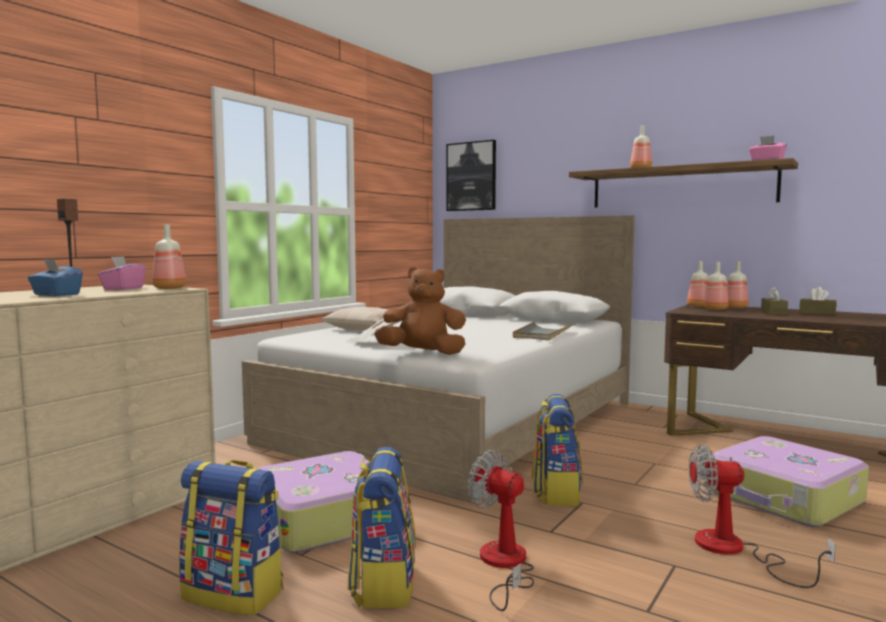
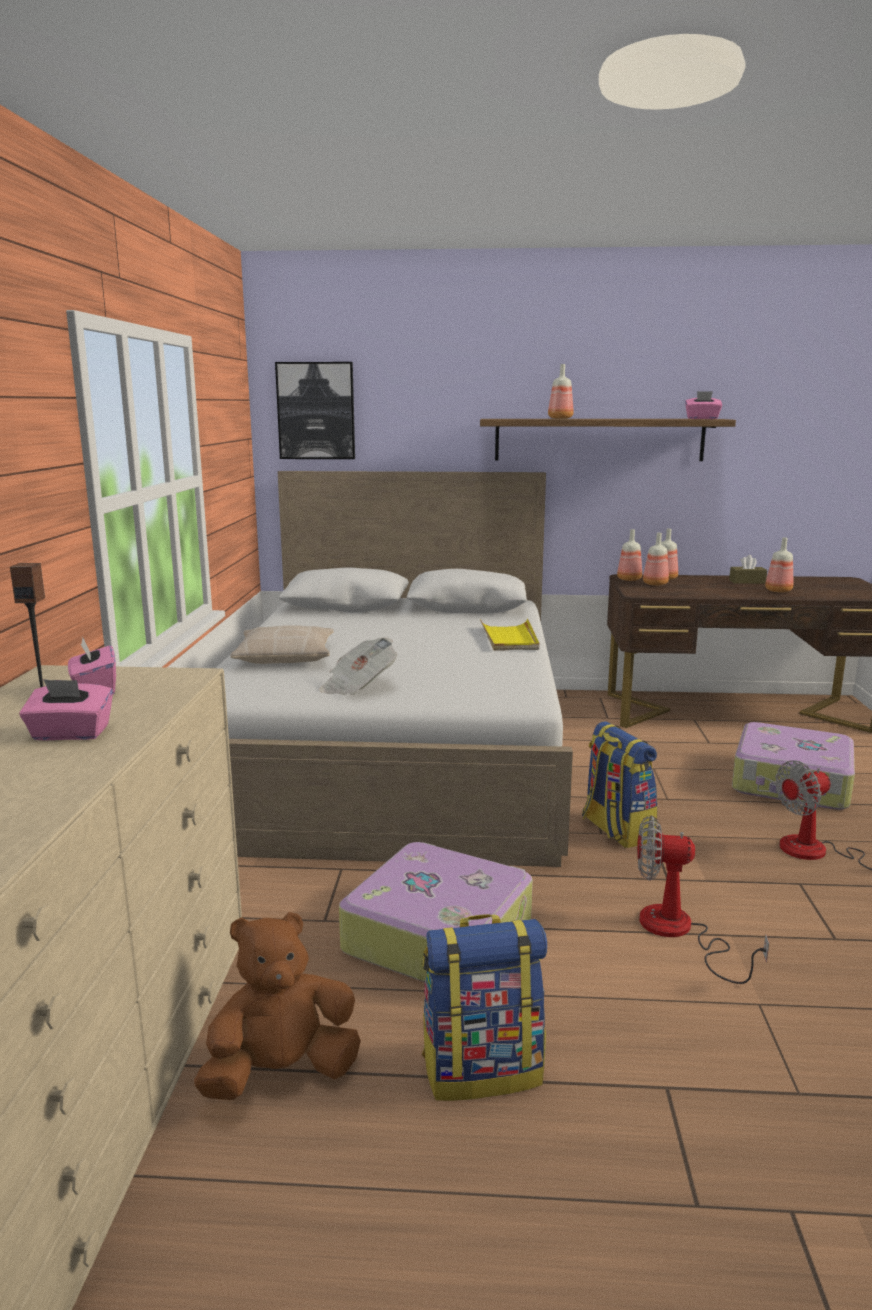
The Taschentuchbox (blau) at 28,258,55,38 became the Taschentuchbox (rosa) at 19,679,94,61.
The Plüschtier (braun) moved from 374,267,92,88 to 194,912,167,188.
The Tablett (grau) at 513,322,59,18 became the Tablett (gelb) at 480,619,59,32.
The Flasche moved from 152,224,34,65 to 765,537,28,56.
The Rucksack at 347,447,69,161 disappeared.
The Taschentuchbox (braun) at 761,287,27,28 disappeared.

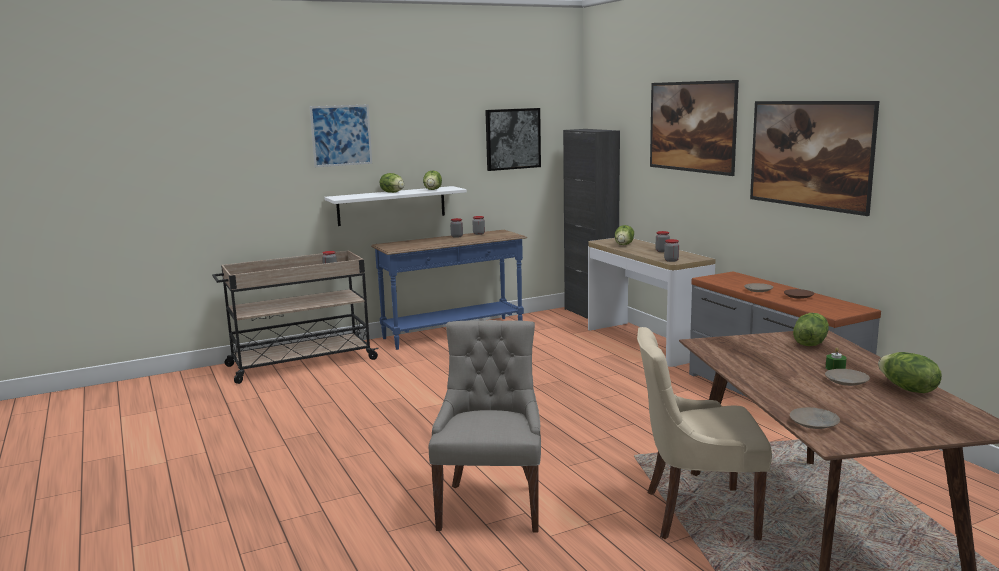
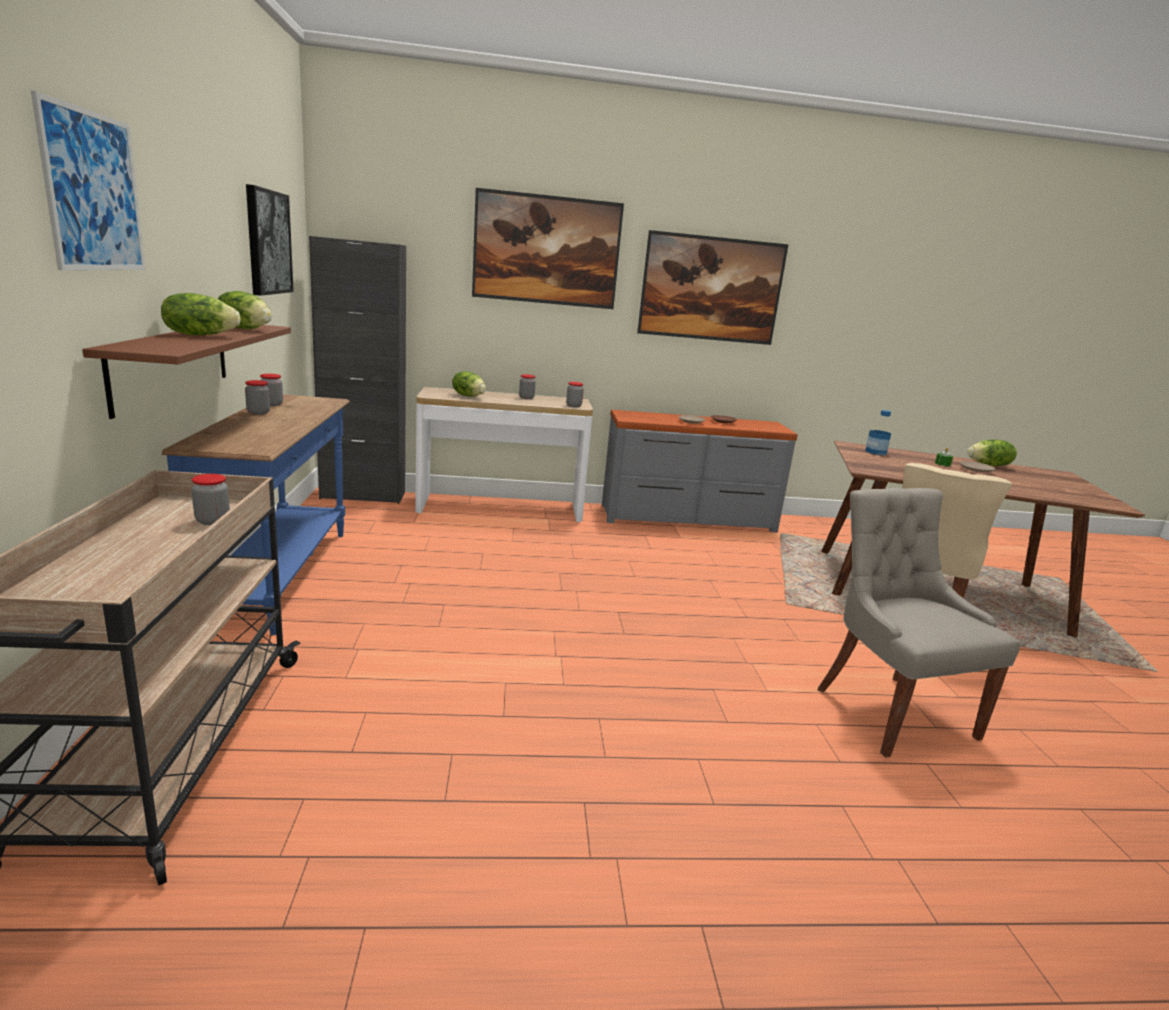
The Wandregal (weiß) at 324,186,143,40 became the Wandregal (braun) at 82,325,209,94.
The Stuhl (grau) at 429,320,112,213 turned 45 degrees clockwise.
The Salatkopf at 793,313,36,33 was replaced by the Flasche at 865,410,26,45.
The Teller (beige) at 790,407,50,22 disappeared.

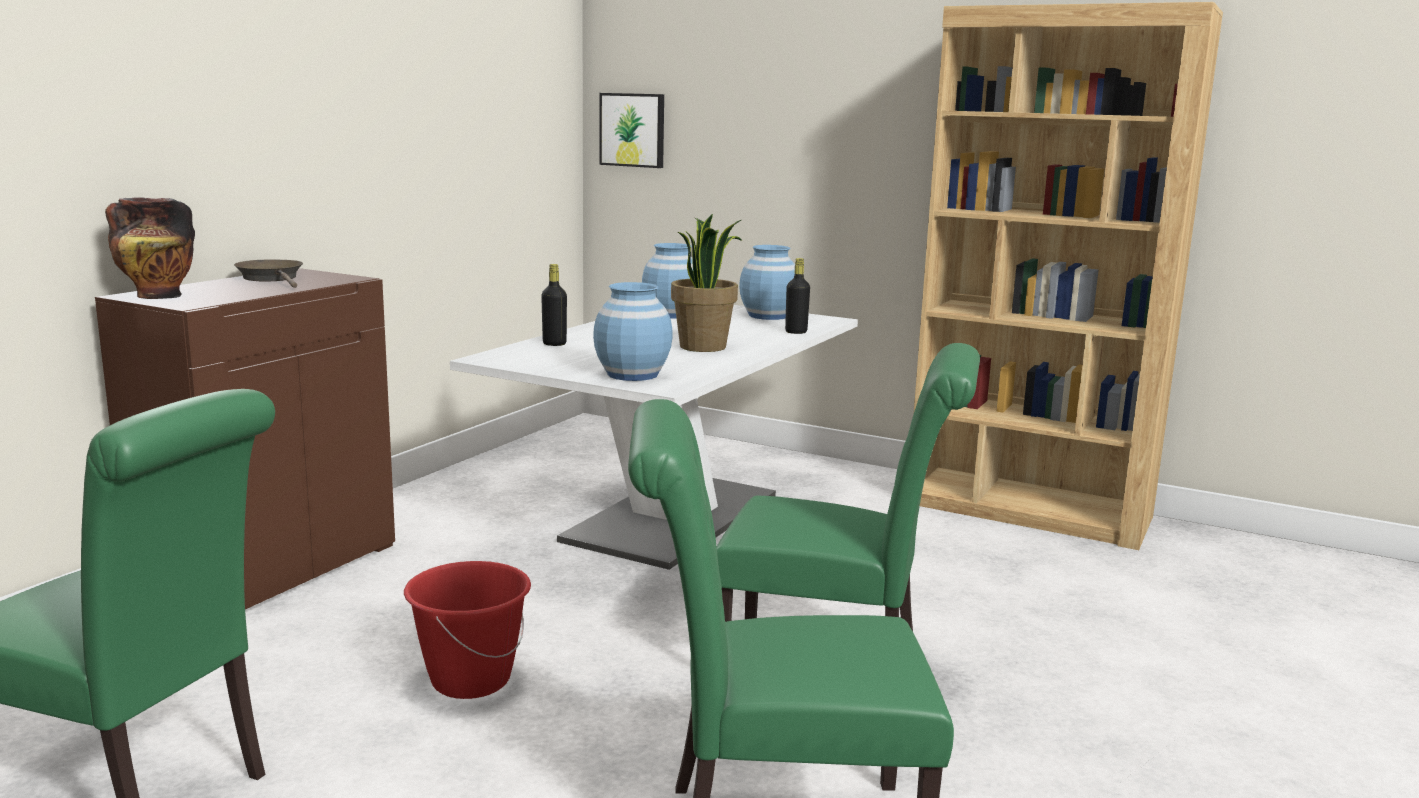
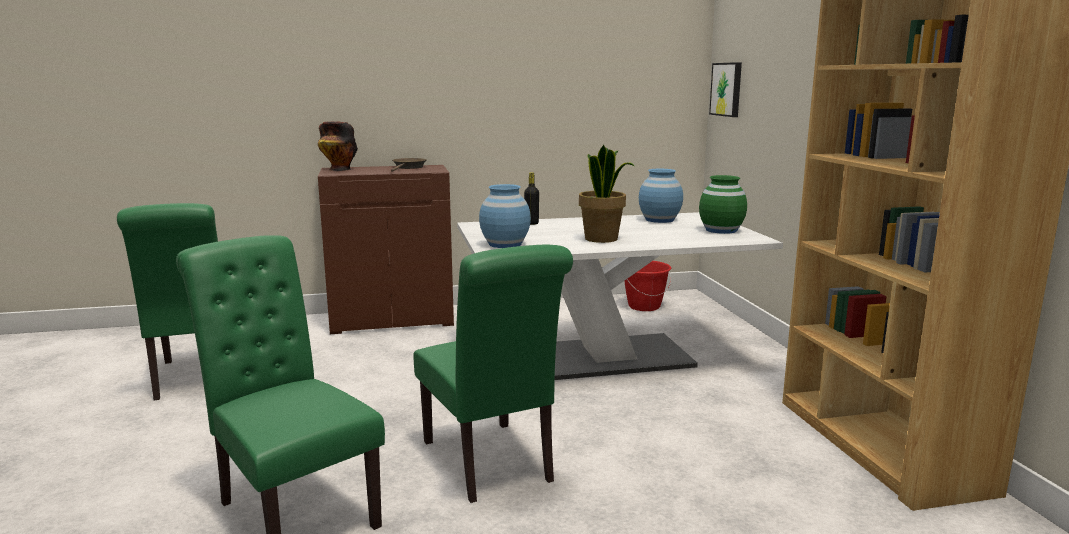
The Eimer (rot) moved from 404,561,127,138 to 625,261,46,50.
The Vase (blau) at 739,245,56,75 became the Vase (grün) at 699,175,48,59.
The Flasche (schwarz) at 785,258,25,76 disappeared.

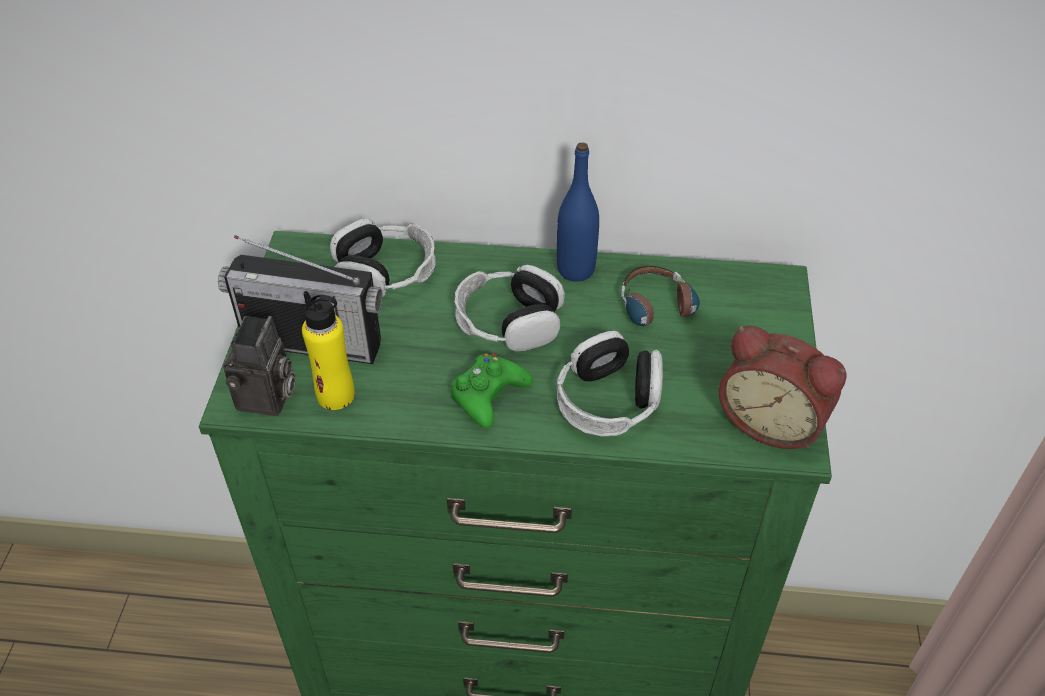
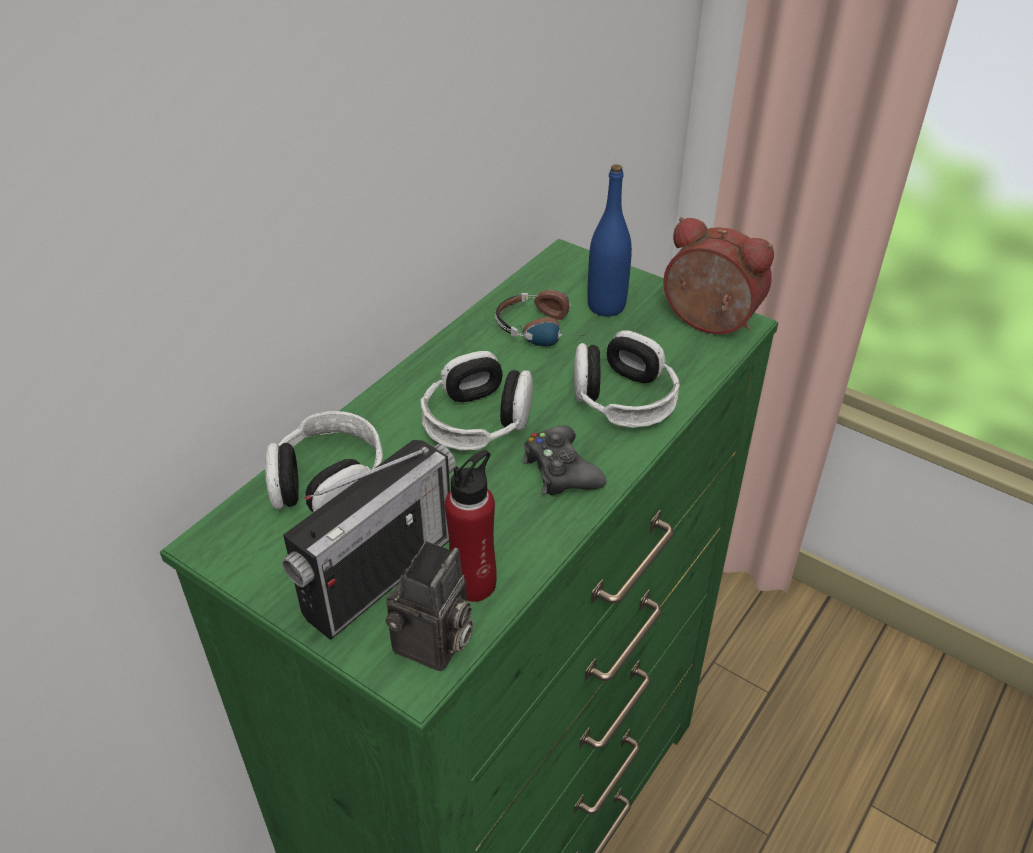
The Kamera at 223,316,73,100 turned 75 degrees clockwise.
The Flasche (gelb) at 302,291,53,119 became the Flasche (rot) at 445,450,52,152.
The Gamepad (grün) at 451,353,82,75 became the Gamepad (schwarz) at 522,425,85,70.
The Flasche (blau) moved from 557,142,42,140 to 588,164,44,152.
The Wecker at 719,326,127,123 turned 120 degrees counterclockwise.

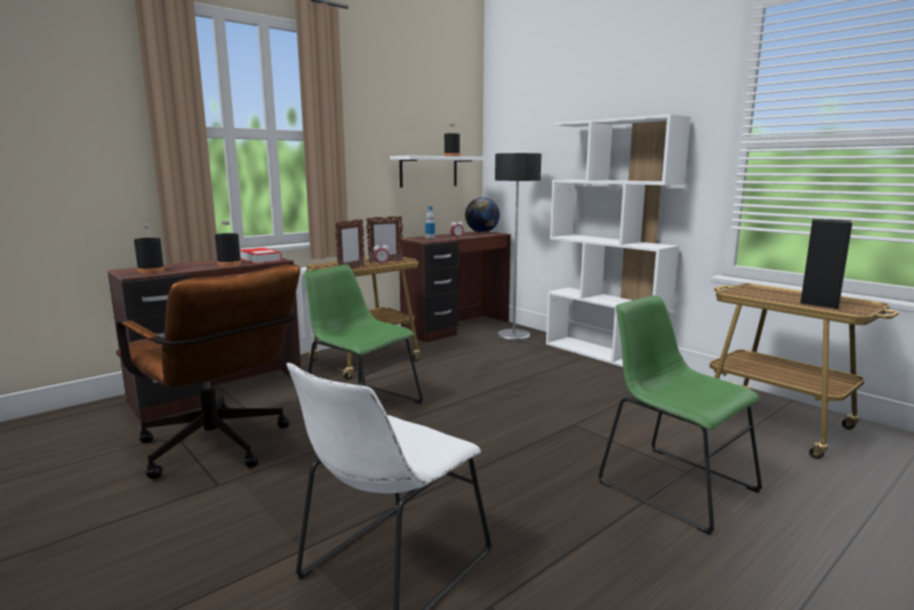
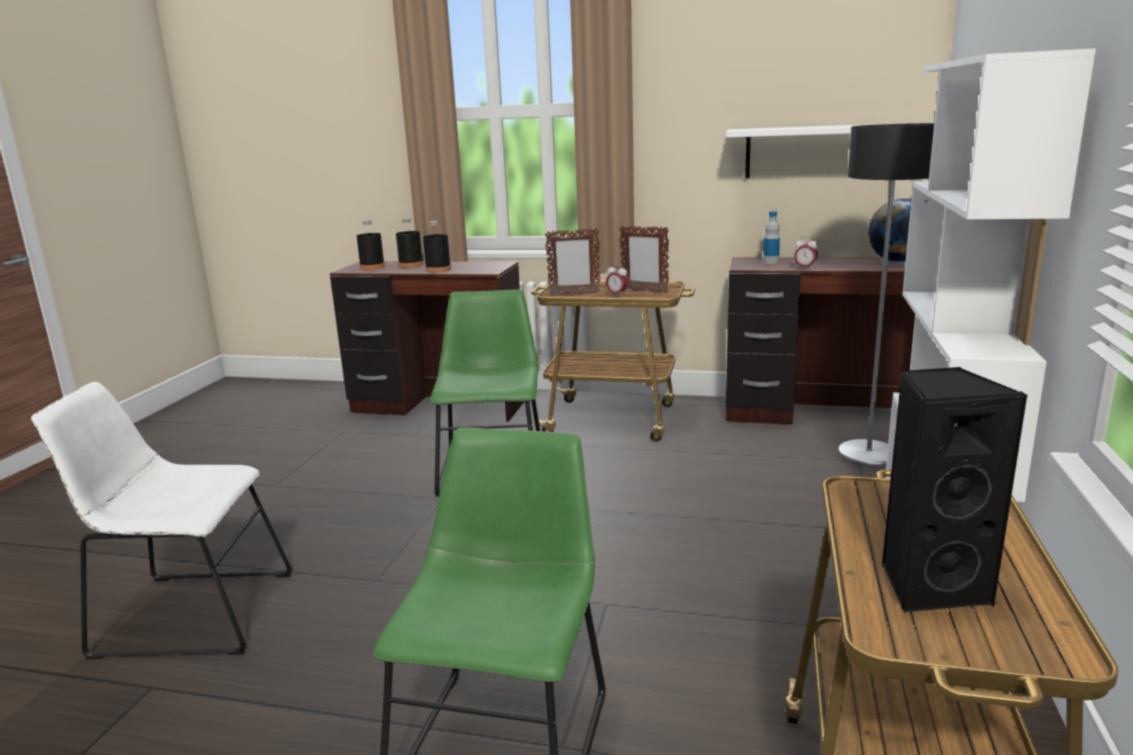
The Flasche (schwarz) moved from 444,124,16,32 to 396,218,27,50.
The Bürostuhl (braun) at 116,264,184,215 disappeared.
The Buch at 240,248,42,16 disappeared.

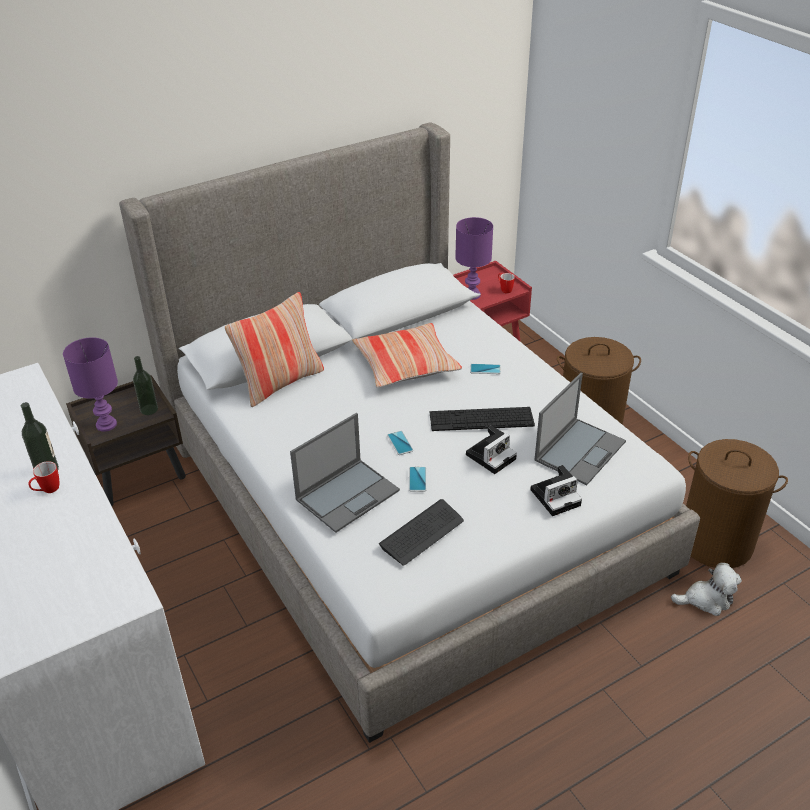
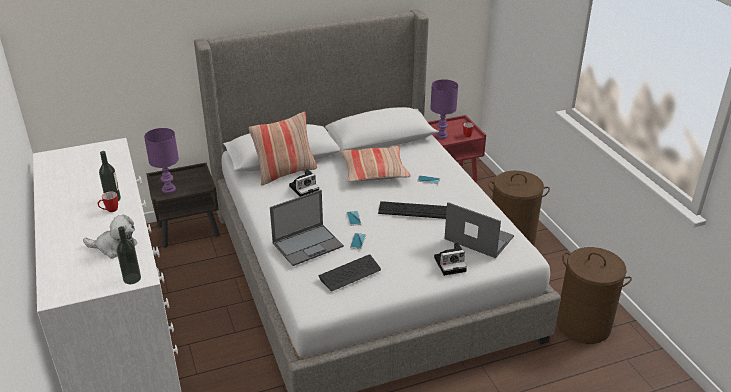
The Plüschtier moved from 671,563,71,53 to 83,215,54,43.
The Flasche moved from 133,356,25,59 to 117,226,24,58.
The Kamera moved from 466,425,51,49 to 289,169,30,28.
The Laptop at 534,373,92,112 turned 105 degrees counterclockwise.

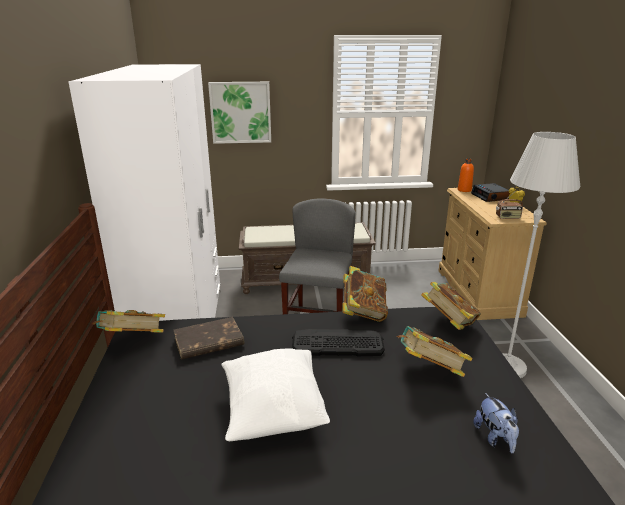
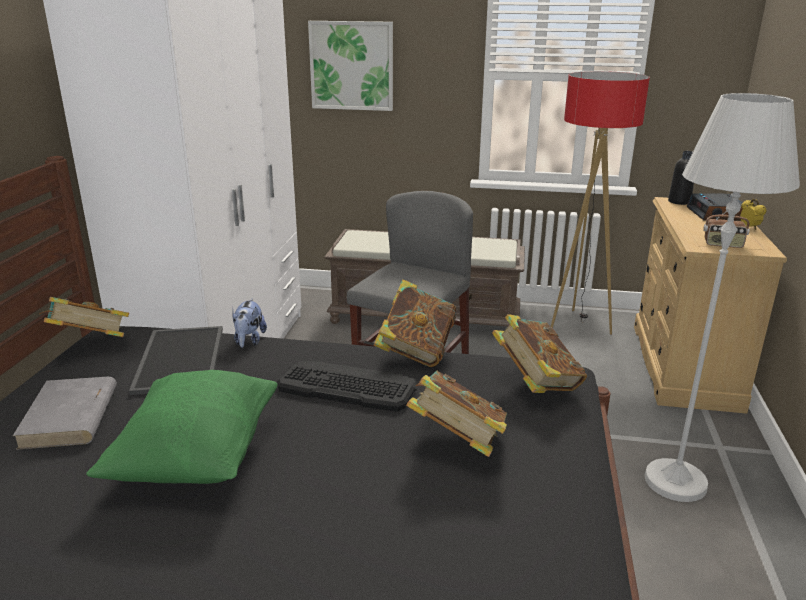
The Buch (grau) at 13,377,104,73 appeared.
The Kissen (weiß) at 221,348,109,93 became the Kissen (grün) at 86,370,191,114.
The Buch (braun) at 174,317,70,43 was replaced by the Tablett at 129,326,94,69.
The Plüschtier moved from 473,393,46,60 to 232,298,35,50.
The Stehlampe at 551,71,99,264 appeared.
The Flasche (orange) at 458,158,16,34 became the Flasche (schwarz) at 668,151,26,54.

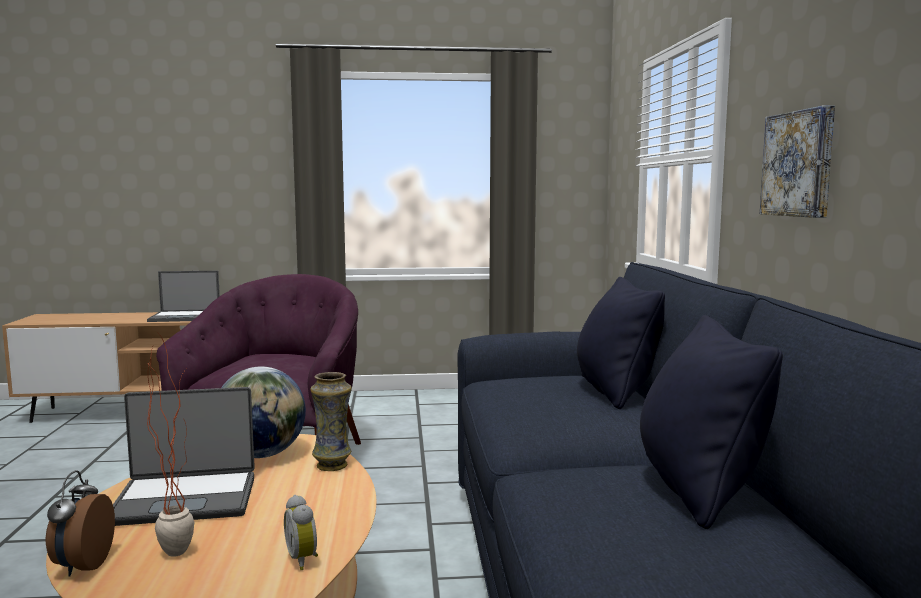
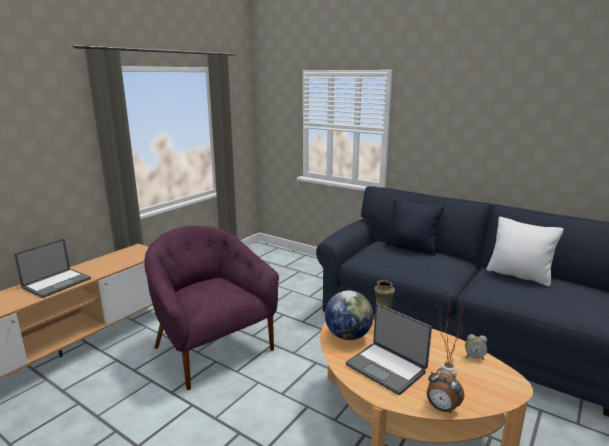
The Laptop at 113,387,142,139 turned 105 degrees clockwise.
The Kissen (schwarz) at 640,315,143,214 became the Kissen (weiß) at 487,217,77,69.
The Bild at 760,106,75,112 disappeared.

